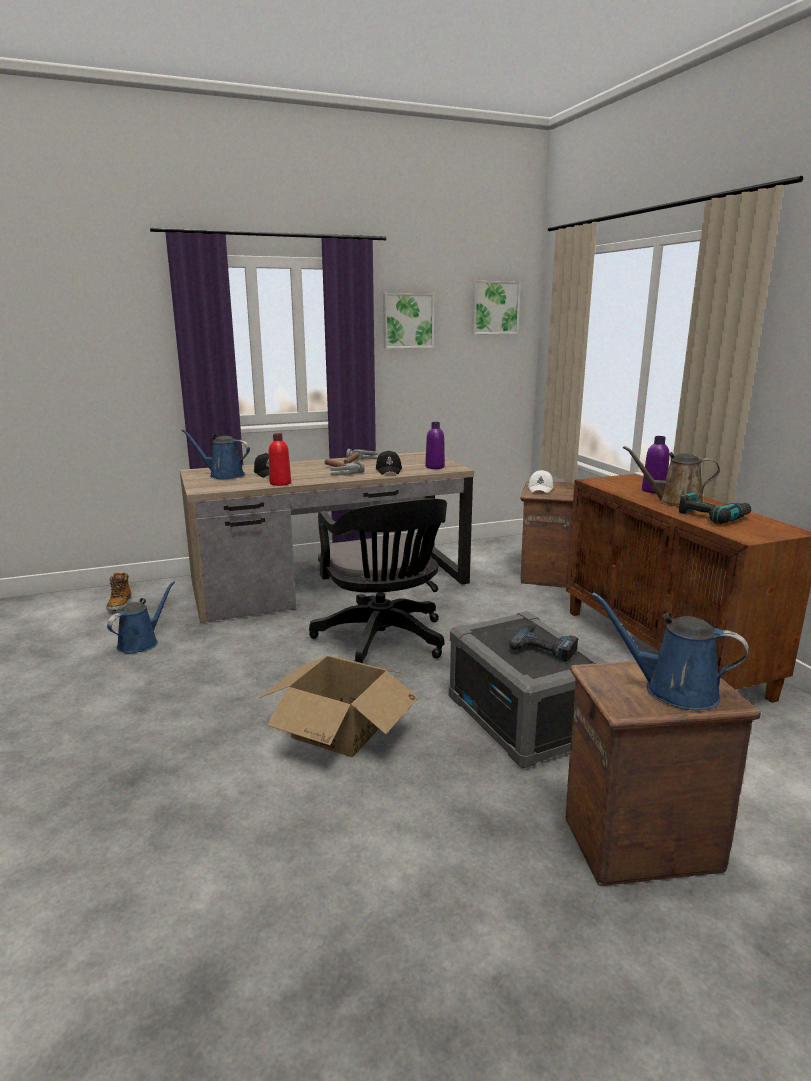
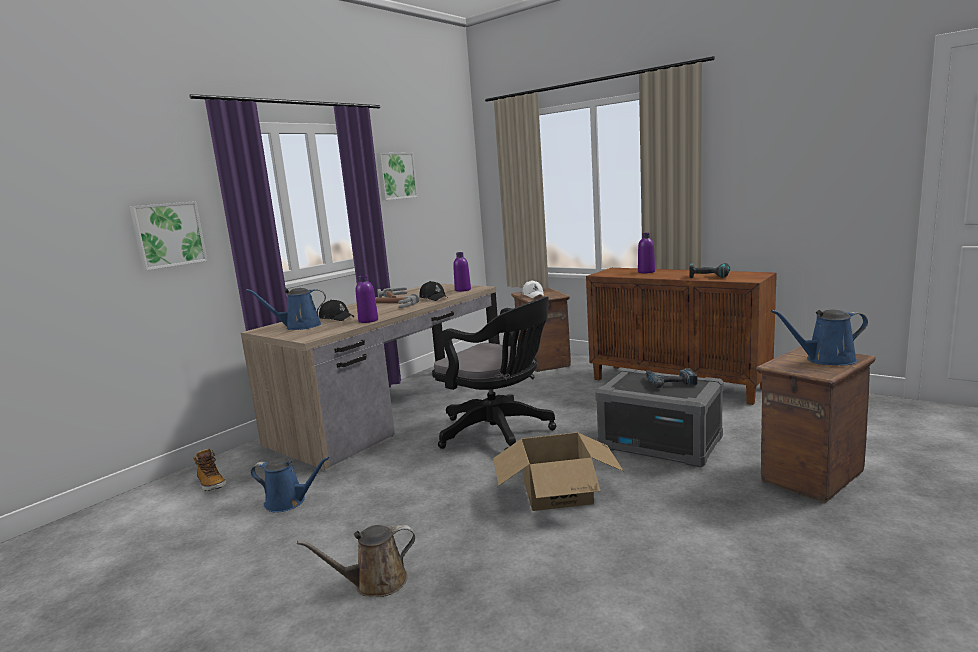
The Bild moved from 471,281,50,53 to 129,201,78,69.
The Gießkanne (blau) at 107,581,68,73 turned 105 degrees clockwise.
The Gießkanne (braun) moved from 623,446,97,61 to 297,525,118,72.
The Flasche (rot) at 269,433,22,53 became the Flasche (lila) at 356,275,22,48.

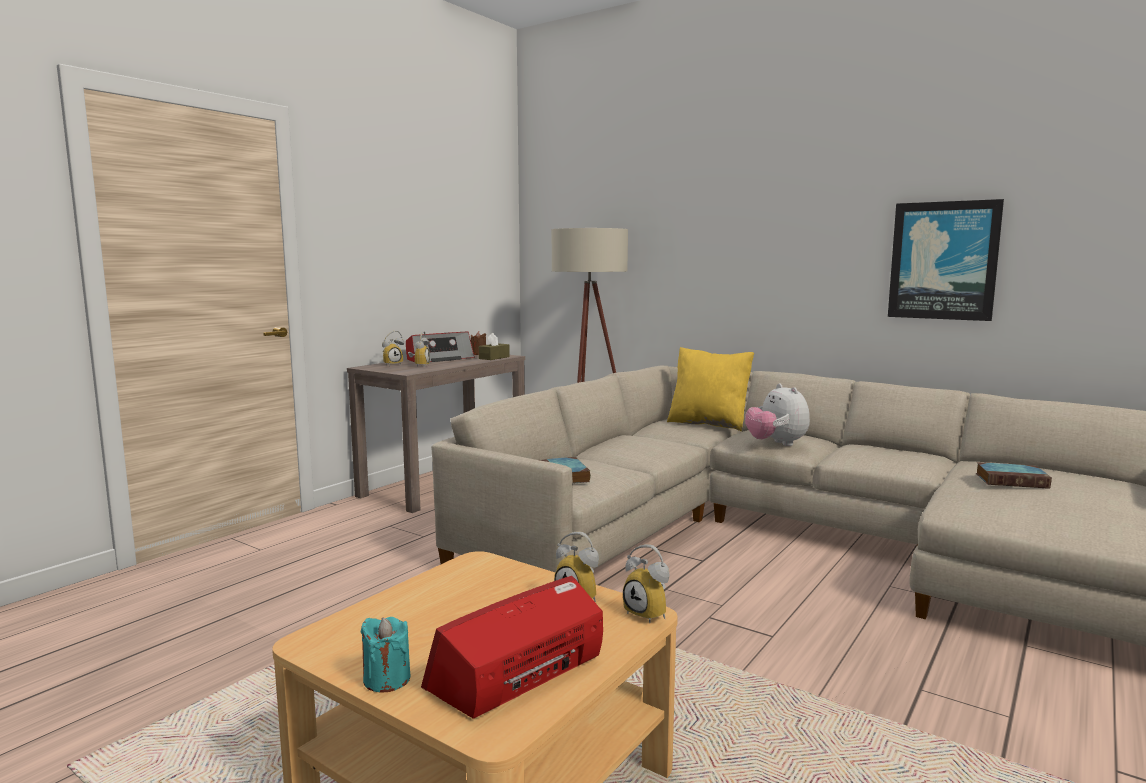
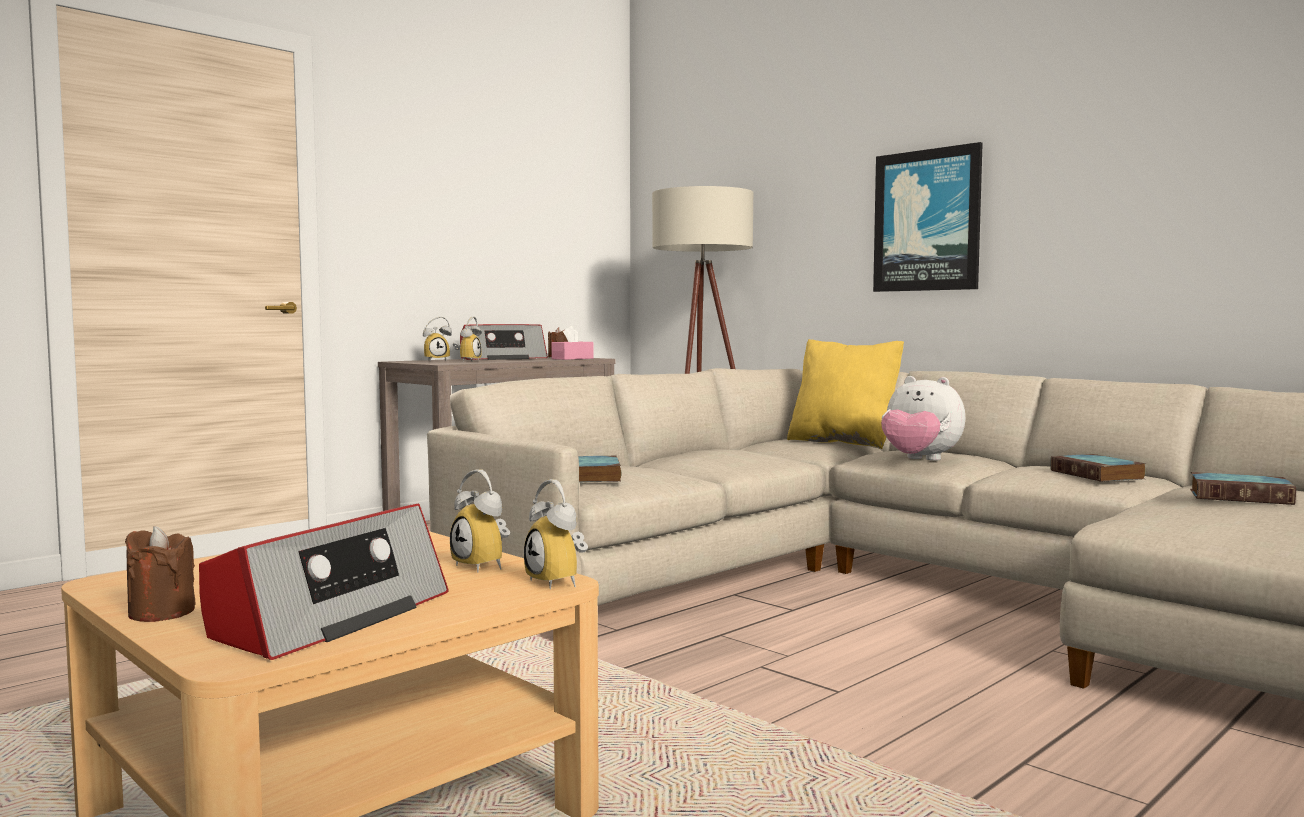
The Kerze (türkis) at 361,617,50,75 became the Kerze (braun) at 125,526,71,96.
The Radio at 421,576,182,143 turned 150 degrees clockwise.
The Taschentuchbox (braun) at 479,333,31,27 became the Taschentuchbox (rosa) at 551,326,43,34.
The Bild moved from 888,199,116,122 to 873,142,110,150.
The Plüschtier at 745,383,65,63 turned 45 degrees counterclockwise.
The Buch at 1050,454,96,28 appeared.

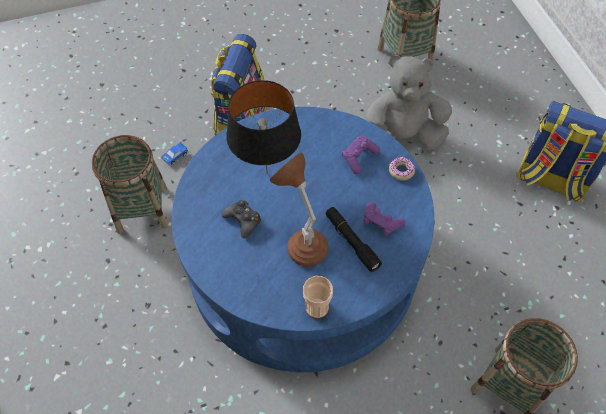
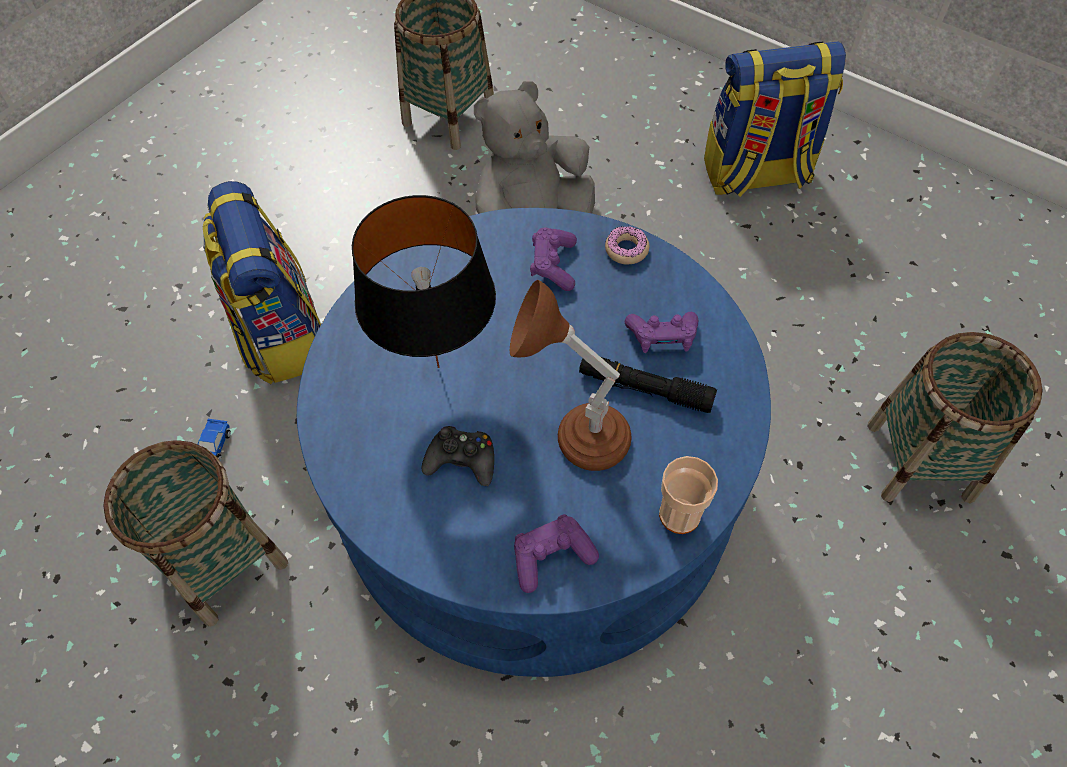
The Gamepad (lila) at 514,514,85,79 appeared.

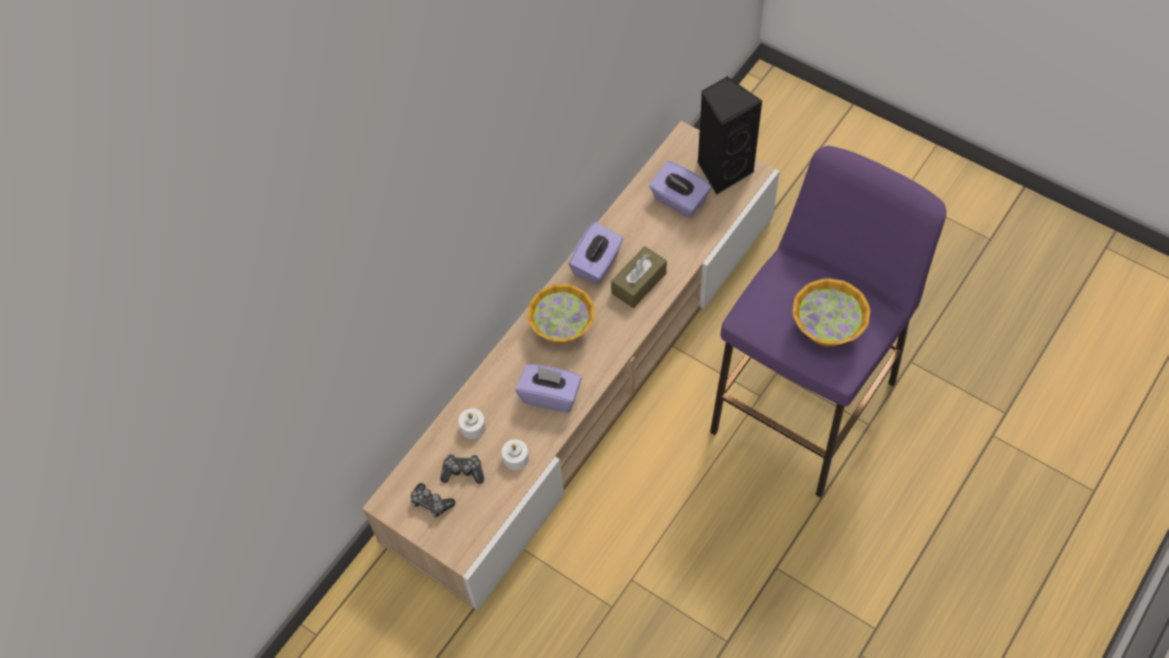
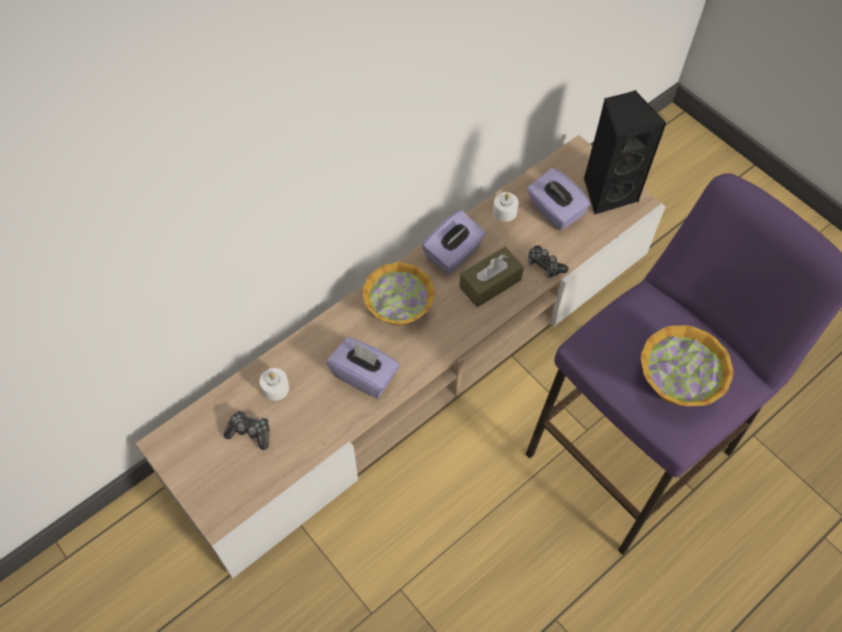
The Kerze (weiß) moved from 502,439,27,31 to 493,192,26,30.
The Gamepad moved from 411,483,44,35 to 528,245,40,33.

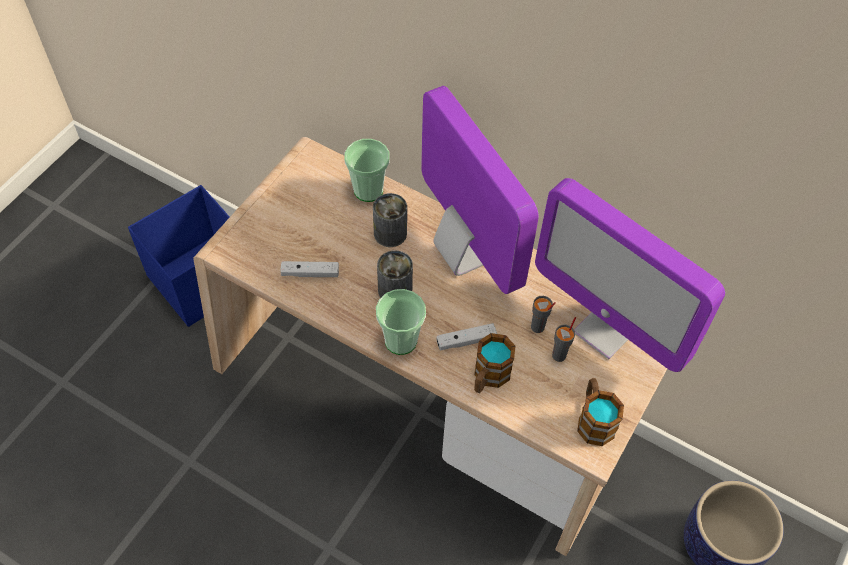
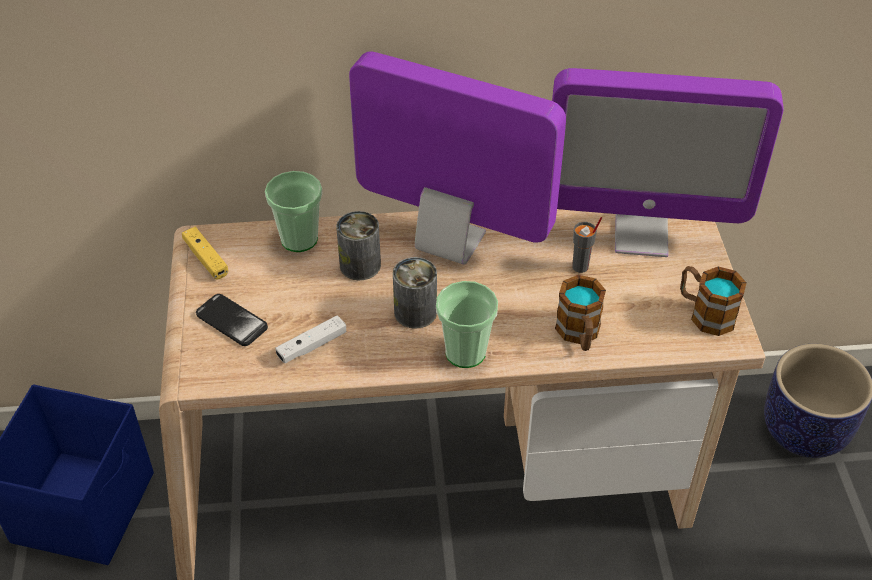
The Gamepad (gelb) at 182,227,46,53 appeared.
The Handy at 196,294,72,52 appeared.
The Gamepad (weiß) at 436,323,61,28 disappeared.
The Tasse (grau) at 552,317,24,45 disappeared.

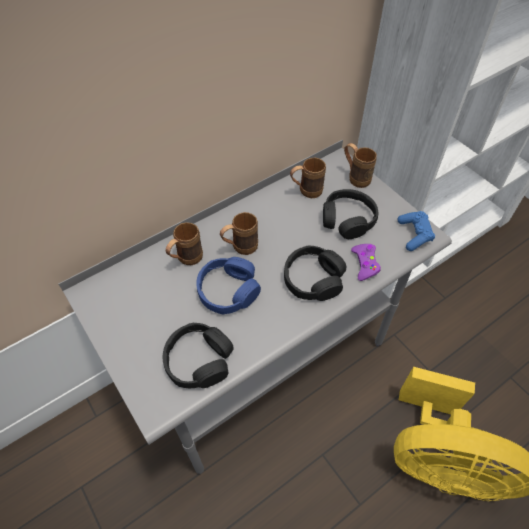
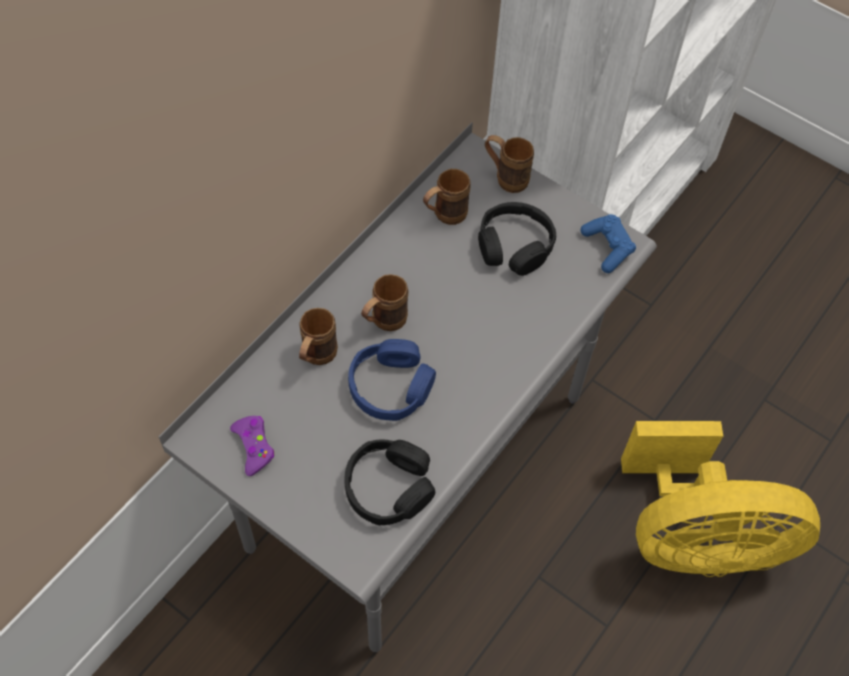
The Gamepad (lila) moved from 351,244,30,37 to 230,416,44,60.
The Kopfhörer (schwarz) at 284,245,62,56 disappeared.

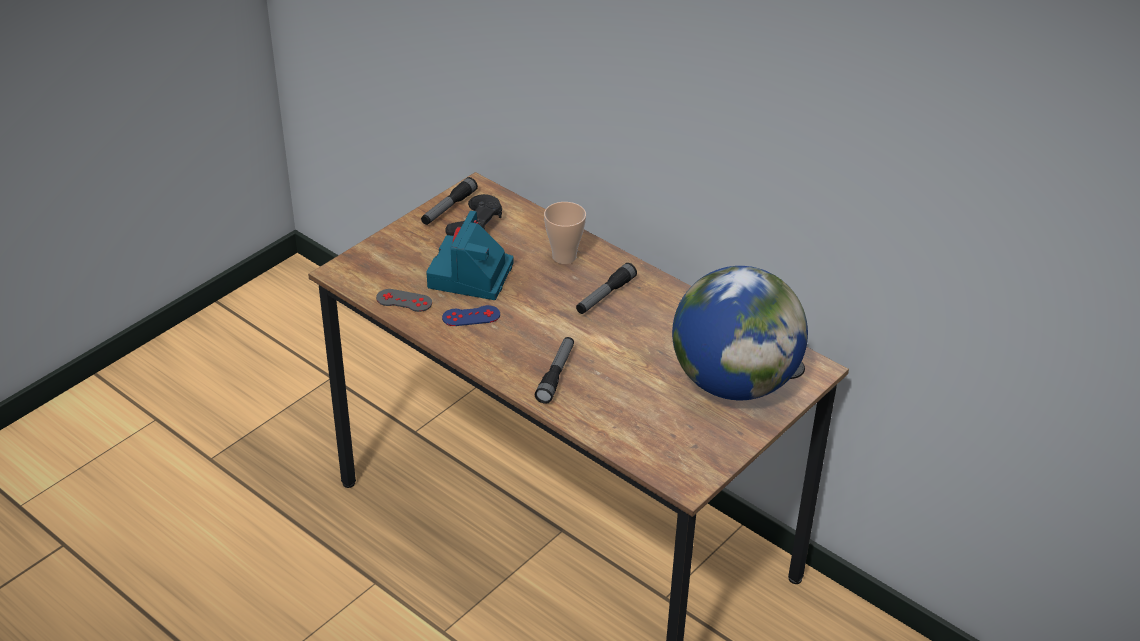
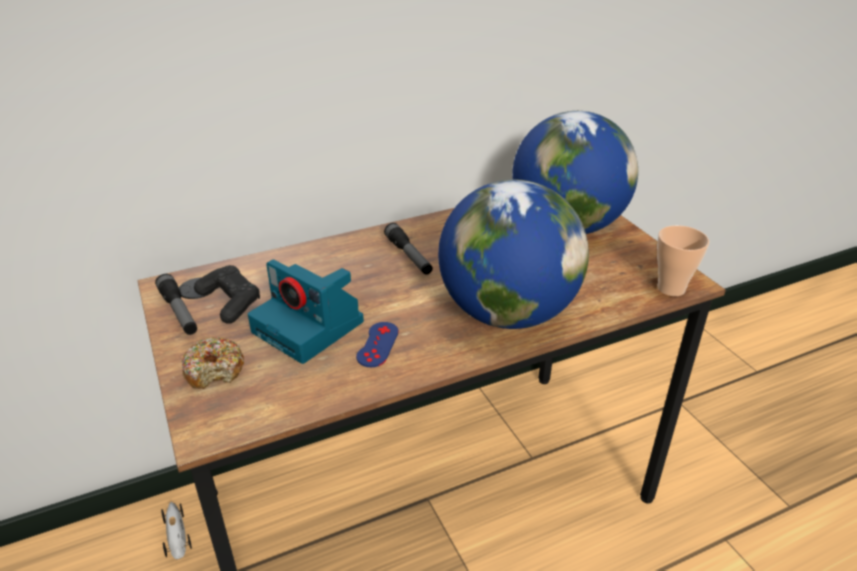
The Spielzeugauto at 161,502,31,57 appeared.
The Donut at 182,337,62,52 appeared.
The Taschenlampe at 535,337,39,67 was replaced by the Globus at 438,179,151,150.
The Tasse moved from 544,202,42,62 to 657,225,52,71.
The Gamepad (grau) at 376,289,56,23 disappeared.

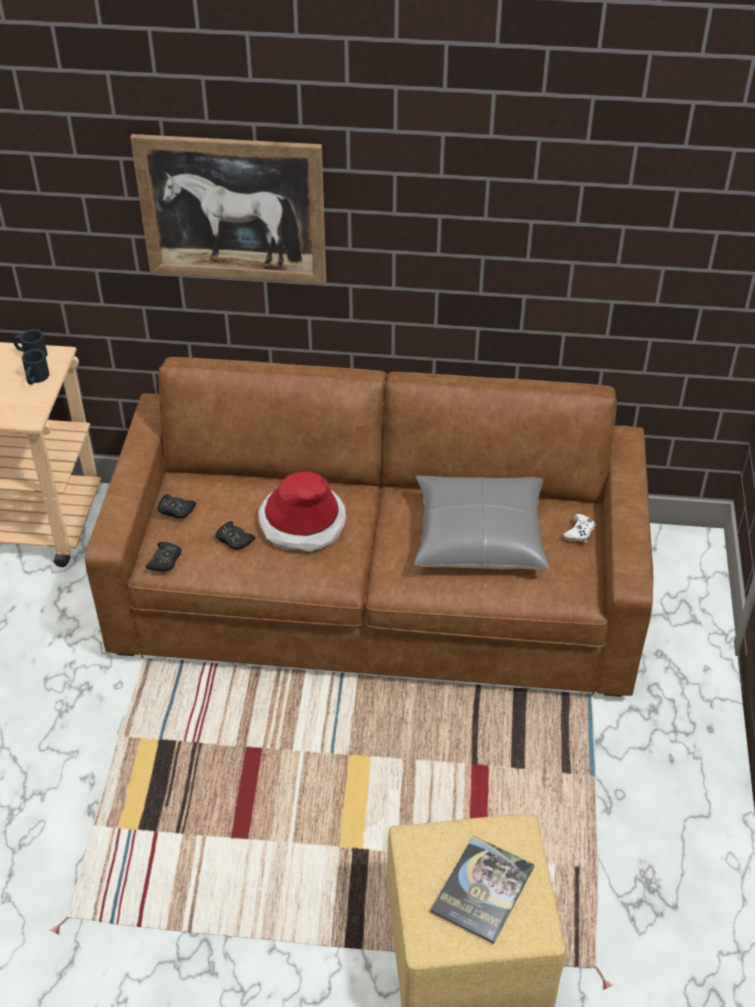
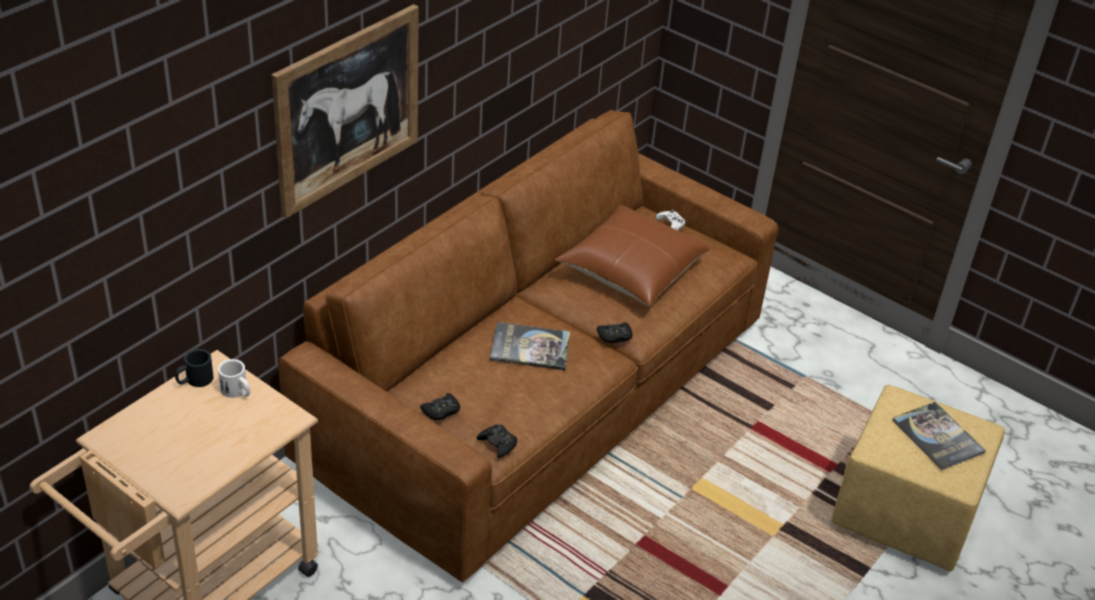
The Henkelbecher (schwarz) at 22,349,27,36 became the Henkelbecher (weiß) at 218,359,32,39.
The Hut at 258,472,88,80 was replaced by the Buch at 490,322,80,48.
The Kissen (grau) at 414,476,135,94 became the Kissen (braun) at 555,205,155,101.
The Gamepad (schwarz) moved from 215,521,40,29 to 597,322,35,21.

